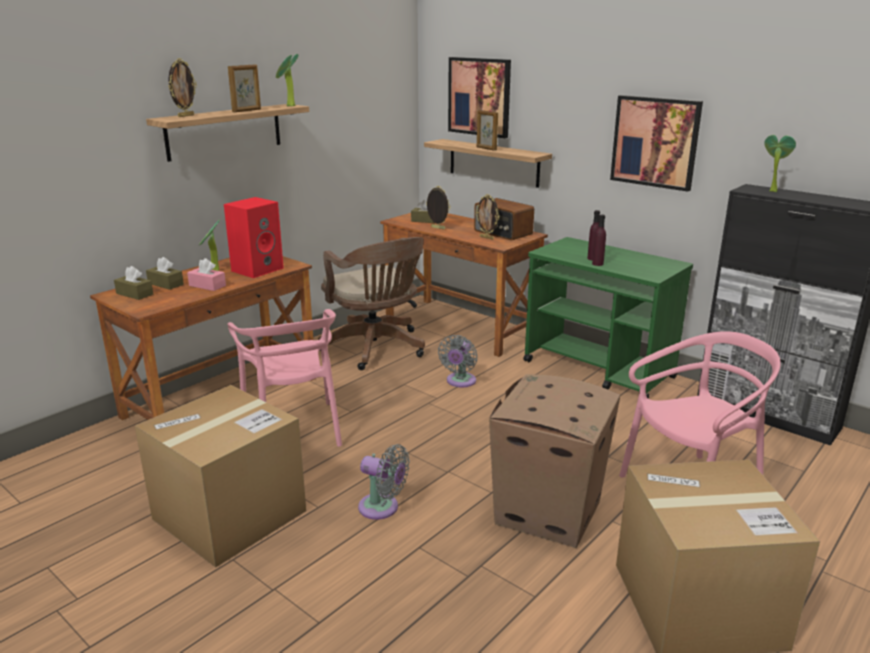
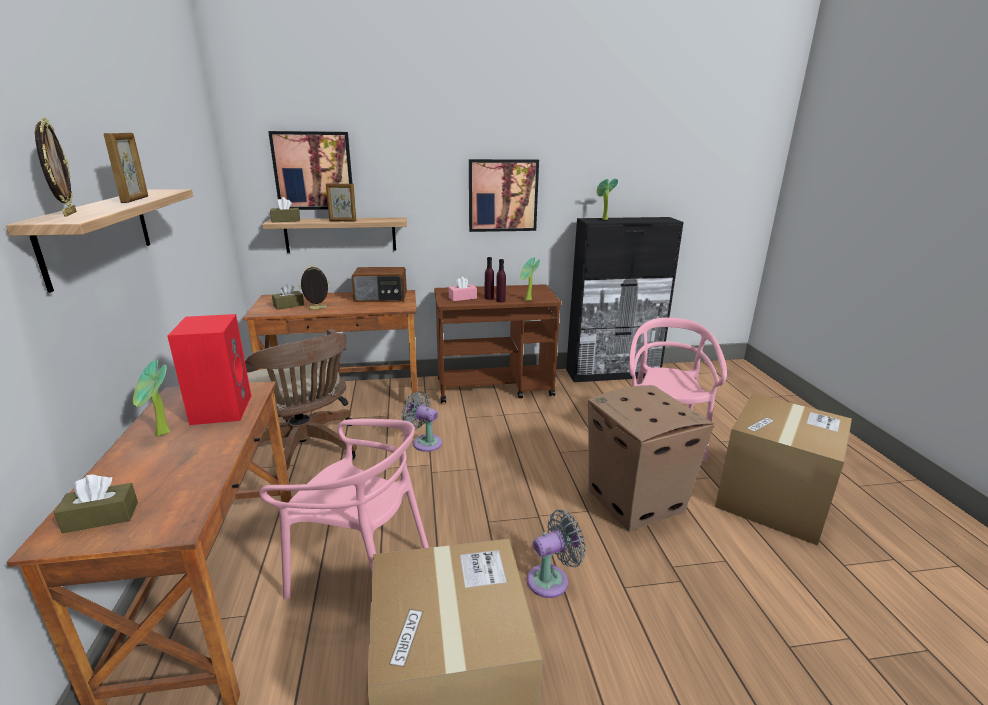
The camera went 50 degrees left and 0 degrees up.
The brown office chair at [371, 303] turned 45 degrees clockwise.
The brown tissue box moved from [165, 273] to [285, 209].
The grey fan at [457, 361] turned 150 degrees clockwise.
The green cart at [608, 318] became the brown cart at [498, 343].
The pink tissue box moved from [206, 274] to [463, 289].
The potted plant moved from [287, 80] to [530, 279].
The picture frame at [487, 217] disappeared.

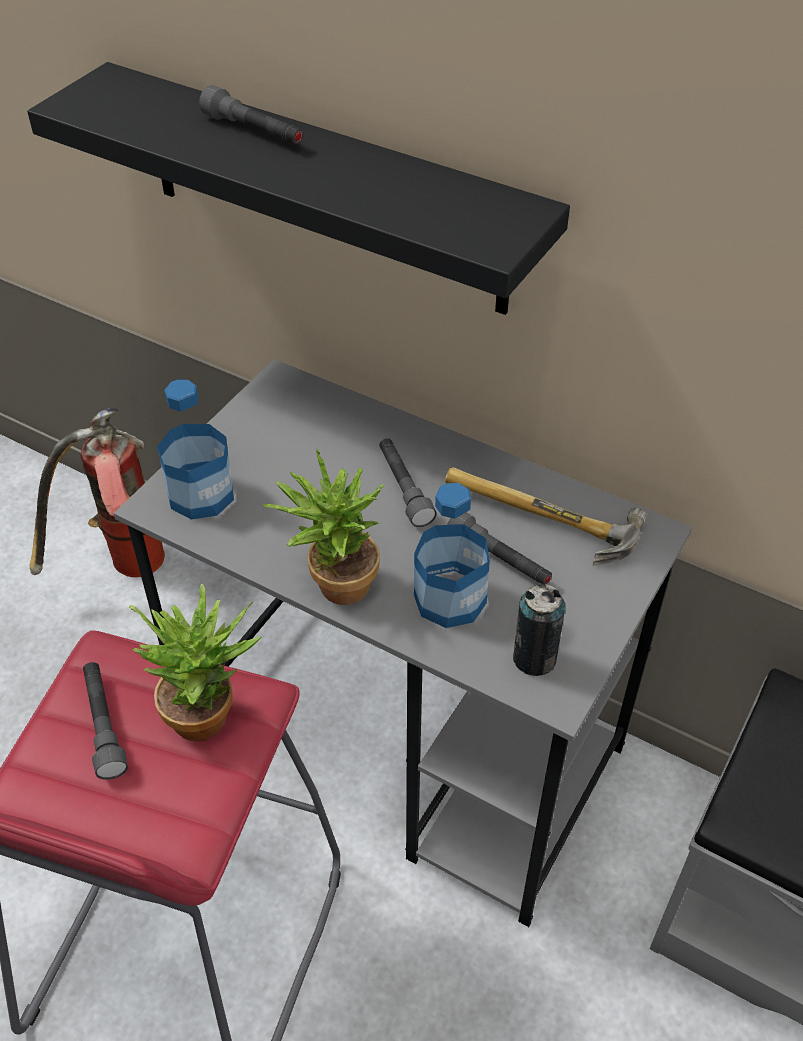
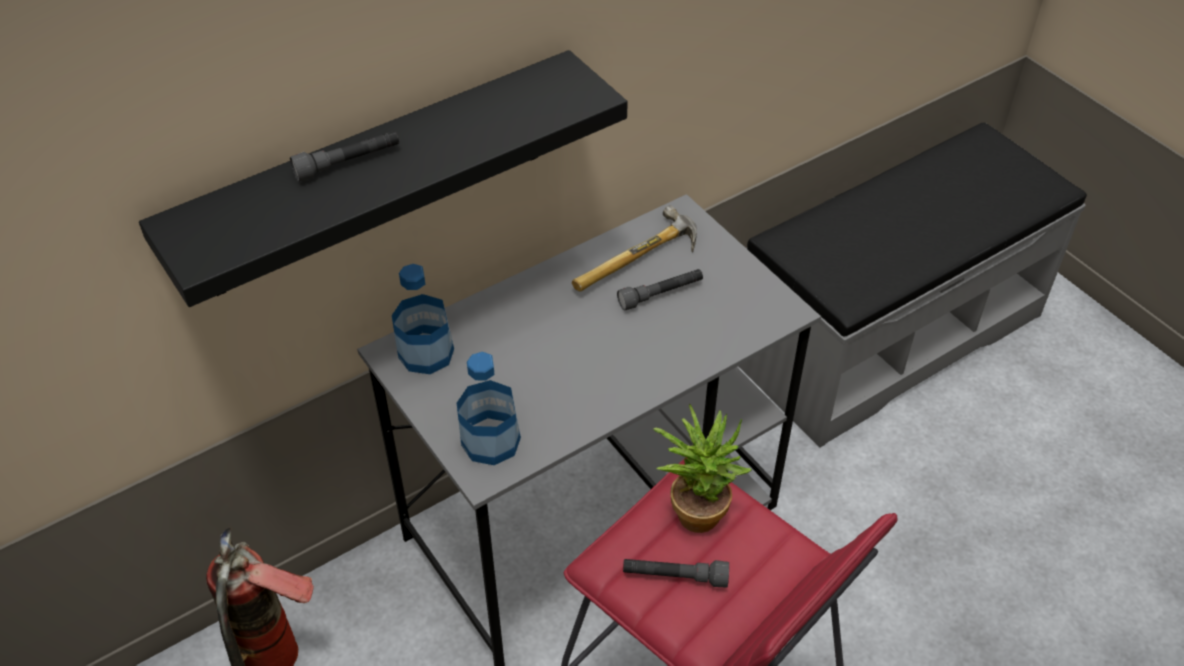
The camera went 65 degrees left and 0 degrees up.
The bottle moved from [452, 555] to [423, 319].
The potted plant at [323, 527] disappeared.
The grey flashlight at [408, 482] disappeared.
The can at [539, 629] disappeared.

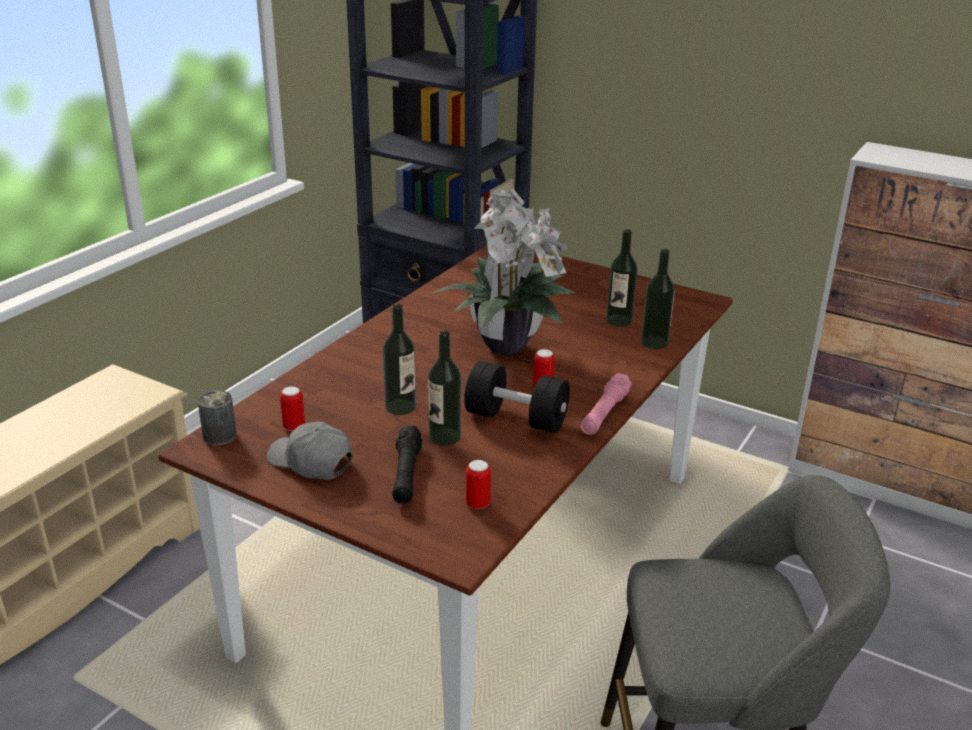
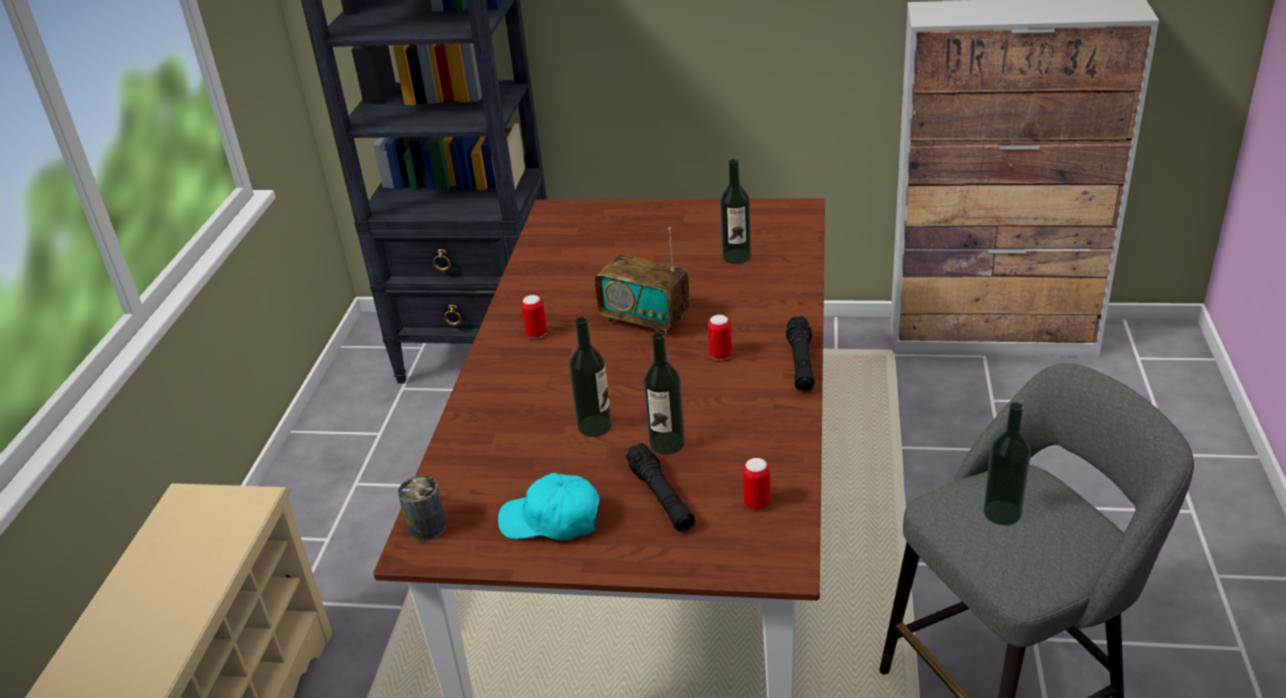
The camera went 20 degrees left and 5 degrees up.
The grey cap at [310, 451] became the turquoise cap at [549, 506].
The can moved from [292, 409] to [534, 317].
The potted plant at [503, 271] was replaced by the radio at [642, 282].
The pink flashlight at [606, 404] became the black flashlight at [800, 354].
The bottle moved from [658, 299] to [1007, 463].
The black dumbbell at [517, 397] disappeared.

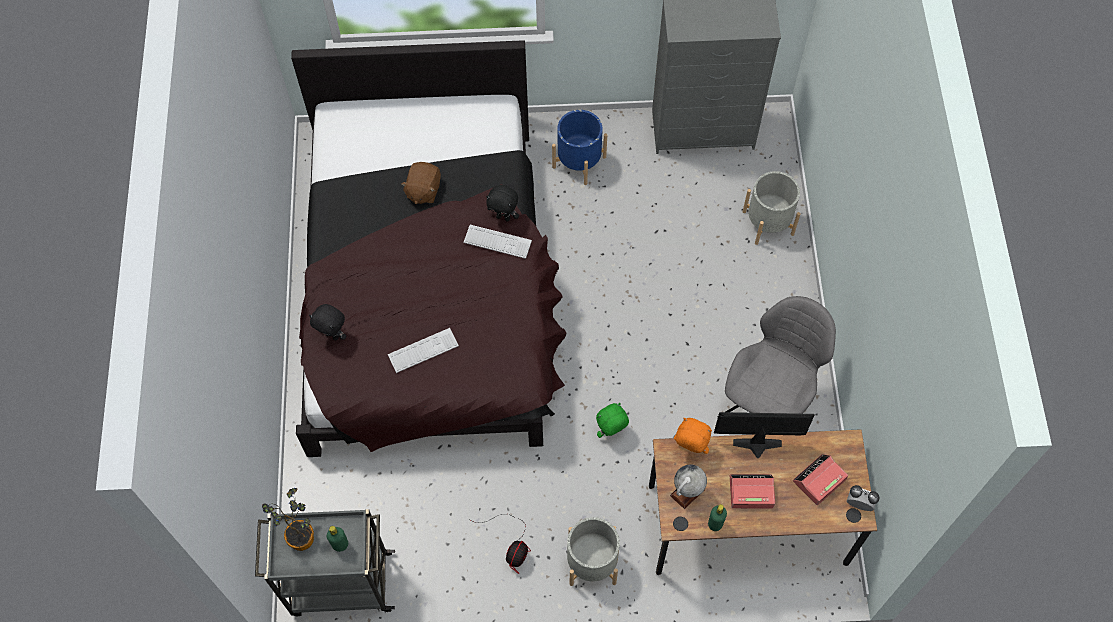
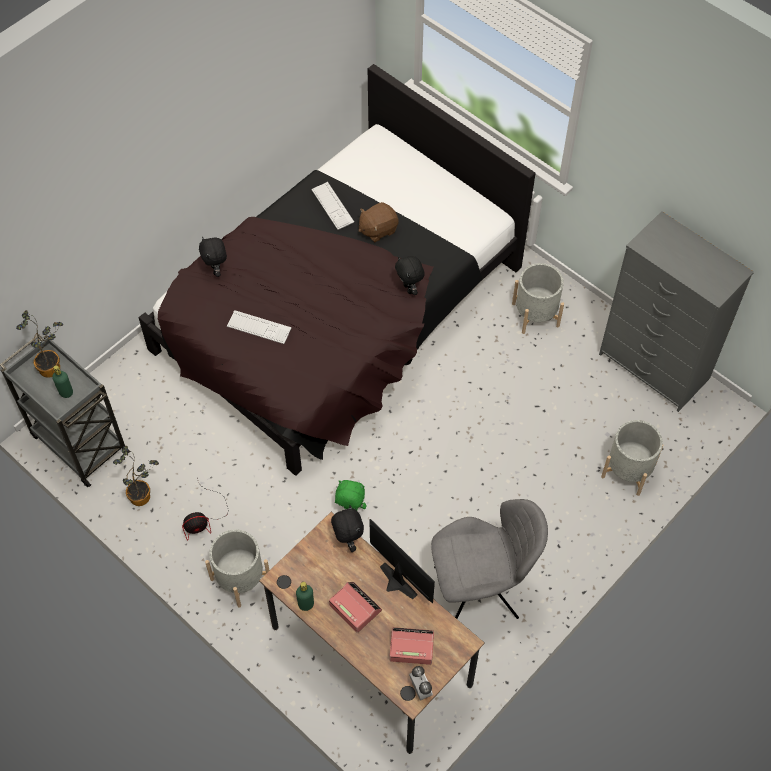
The camera went 45 degrees right and 5 degrees down.
The potted plant at [136, 475] appeared.
The keyboard moved from [498, 242] to [332, 206].
The orange plush toy at [693, 436] became the black plush toy at [347, 529].
The blue planter at [579, 147] became the grey planter at [538, 298].
The globe at [688, 487] disappeared.

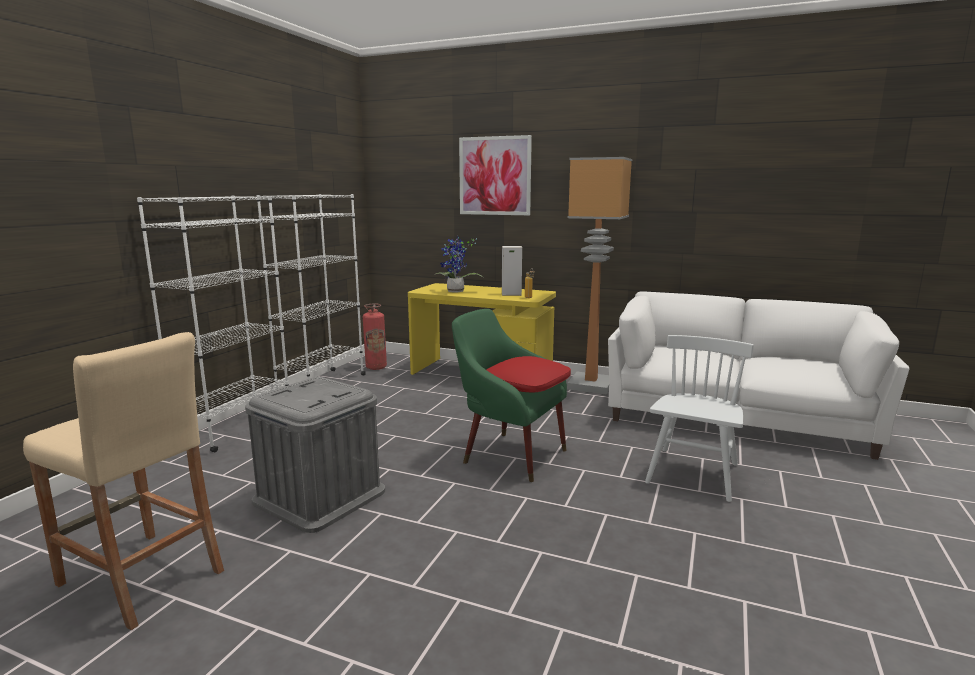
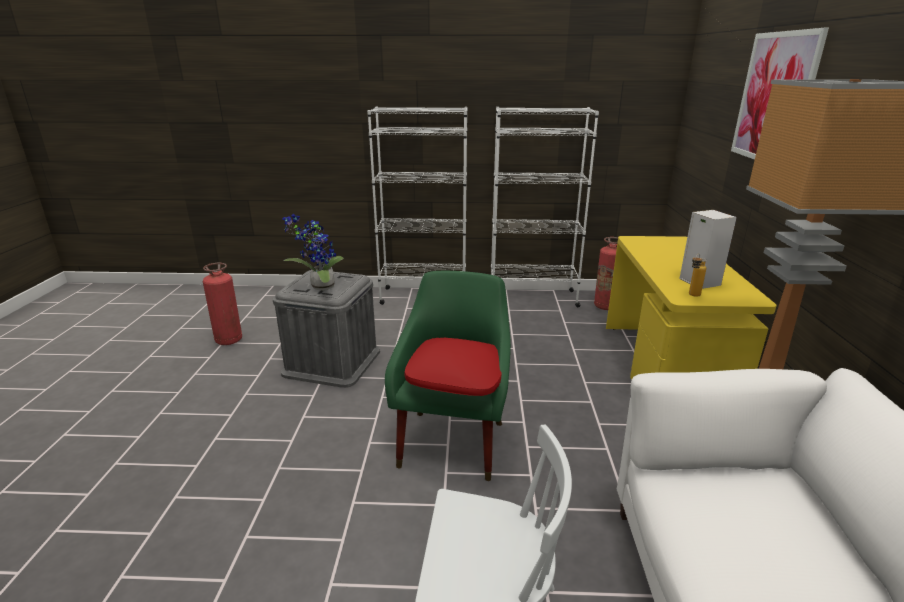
The camera went 70 degrees right and 10 degrees up.
The beige stool at [123, 481] was replaced by the fire extinguisher at [222, 304].
The potted plant moved from [459, 265] to [313, 252].

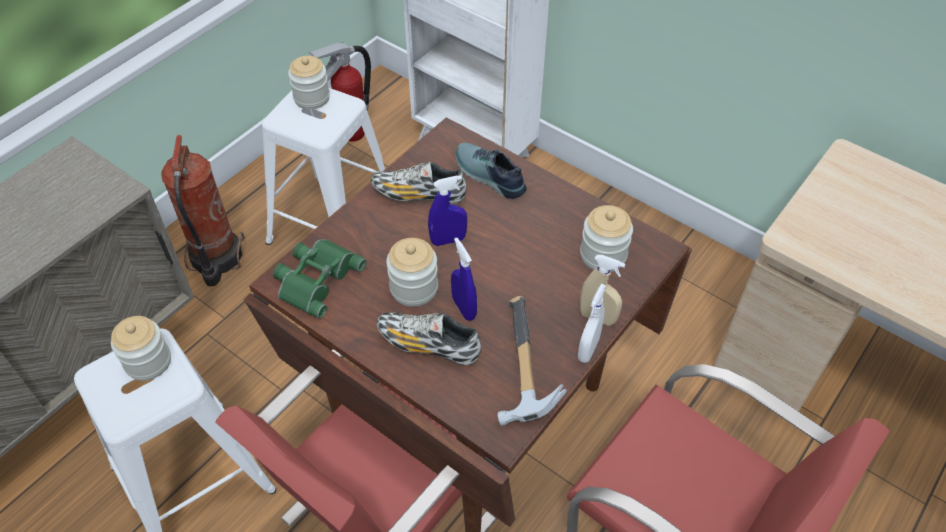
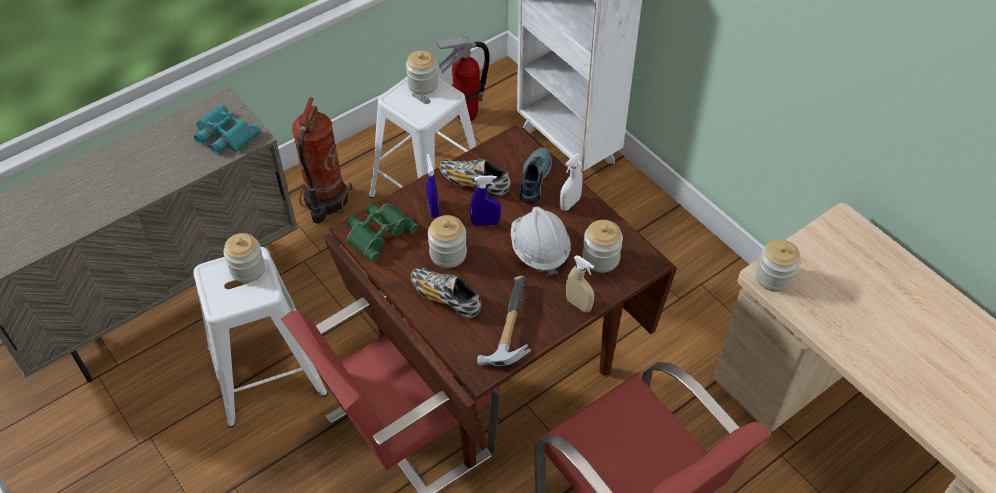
The camera went 15 degrees right and 0 degrees up.
The turquoise binoculars at [227, 129] appeared.
The blue spray bottle moved from [464, 279] to [432, 186].
The white hard hat at [541, 241] appeared.
The shoe at [491, 170] turned 45 degrees clockwise.
The white spray bottle moved from [592, 323] to [571, 182].
The jar at [778, 265] appeared.

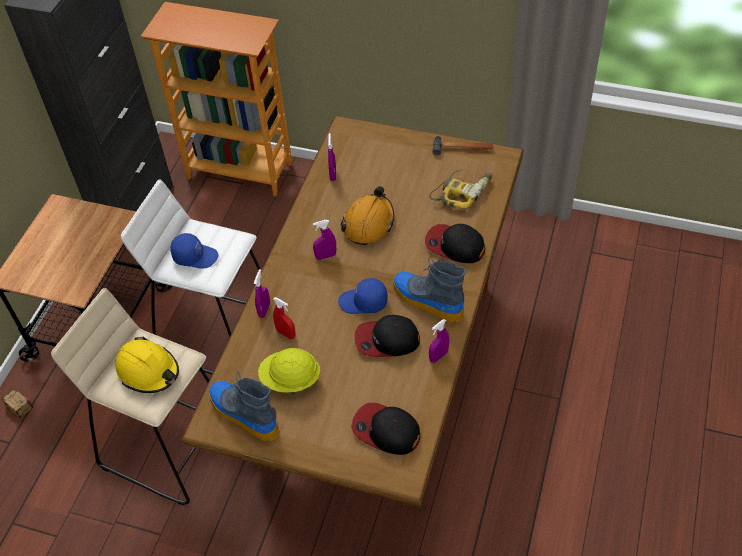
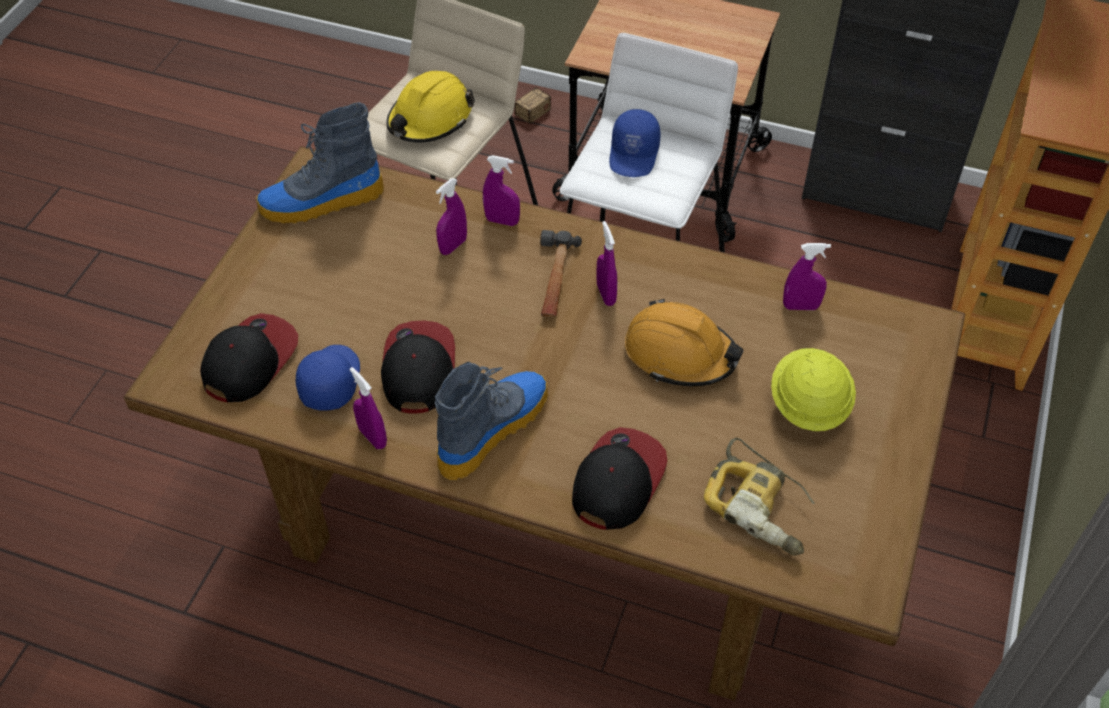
The camera went 90 degrees right and 0 degrees up.
The boot at [244, 406] turned 150 degrees counterclockwise.
The blue cap moved from [363, 296] to [328, 378].
The red spray bottle at [284, 318] became the purple spray bottle at [451, 216].
The hammer moved from [463, 145] to [561, 273].
The yellow hard hat moved from [289, 371] to [813, 389].

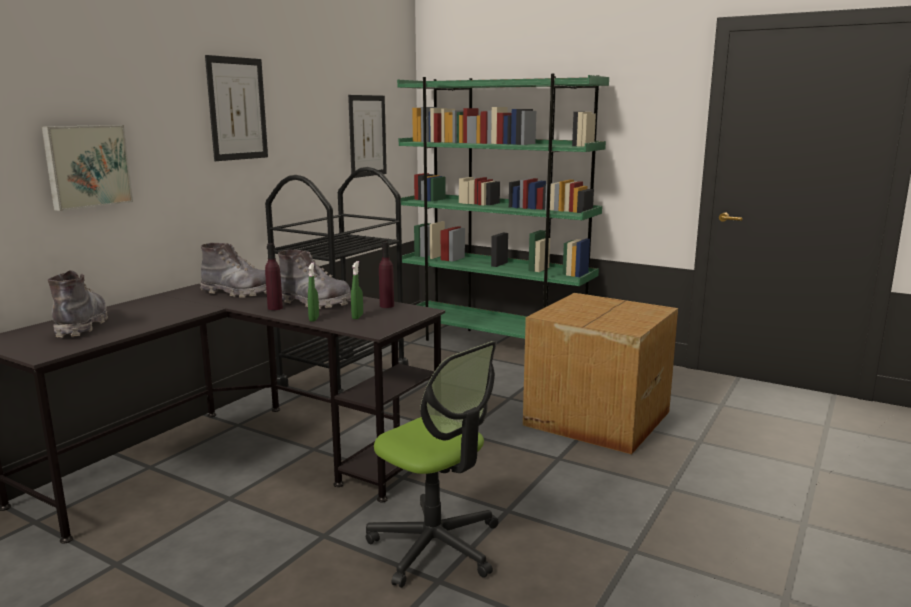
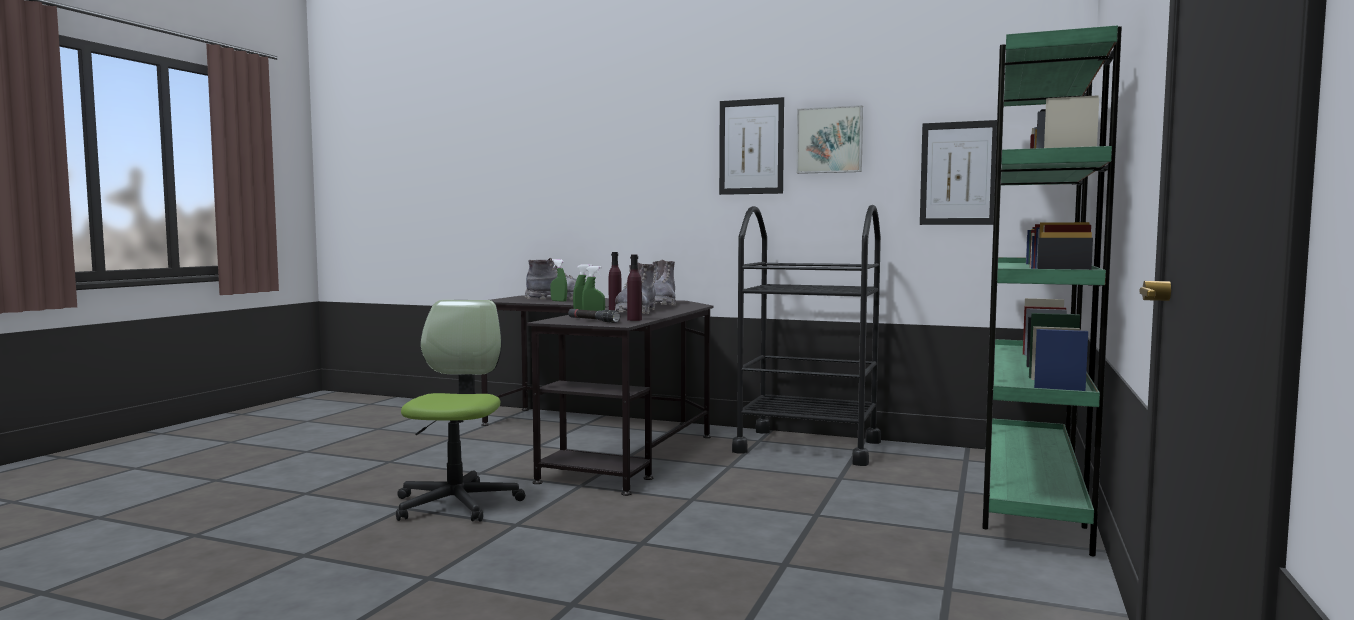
The camera went 80 degrees right and 10 degrees down.
The office chair at [432, 464] turned 150 degrees clockwise.
The green spray bottle at [558, 280] appeared.
The black flashlight at [594, 316] appeared.
The picture moved from [87, 168] to [829, 139].
The cardboard box at [600, 373] disappeared.

